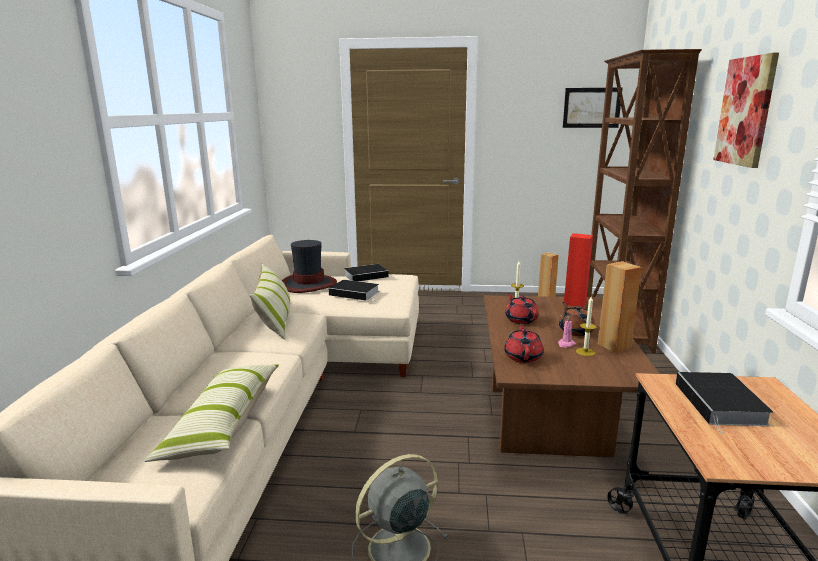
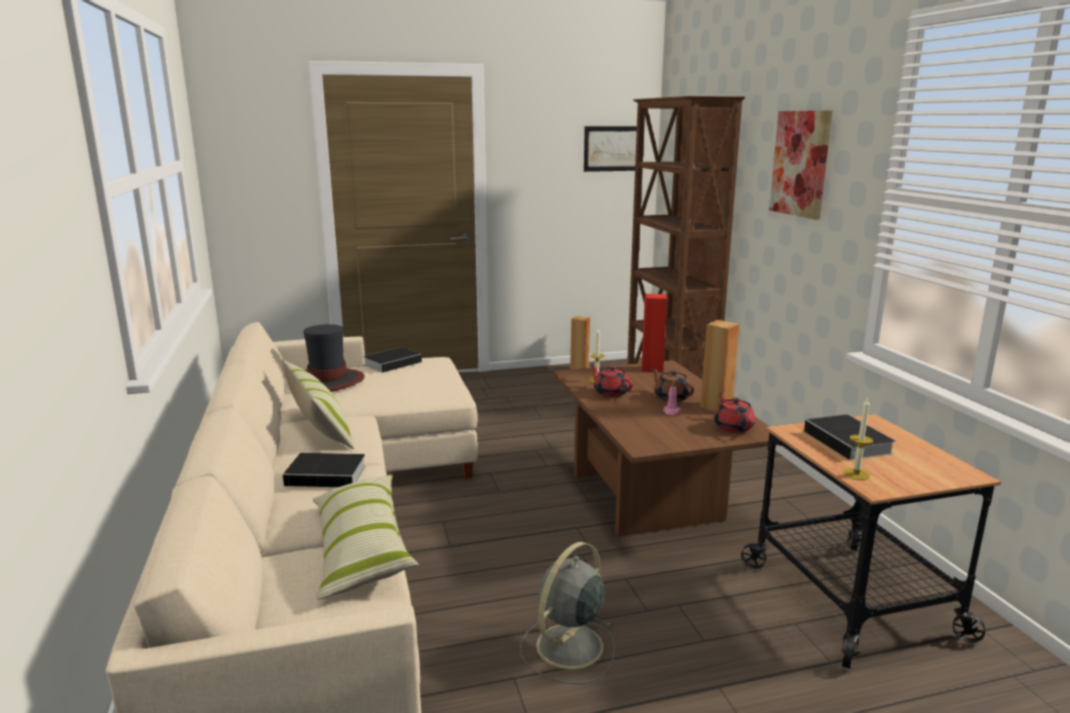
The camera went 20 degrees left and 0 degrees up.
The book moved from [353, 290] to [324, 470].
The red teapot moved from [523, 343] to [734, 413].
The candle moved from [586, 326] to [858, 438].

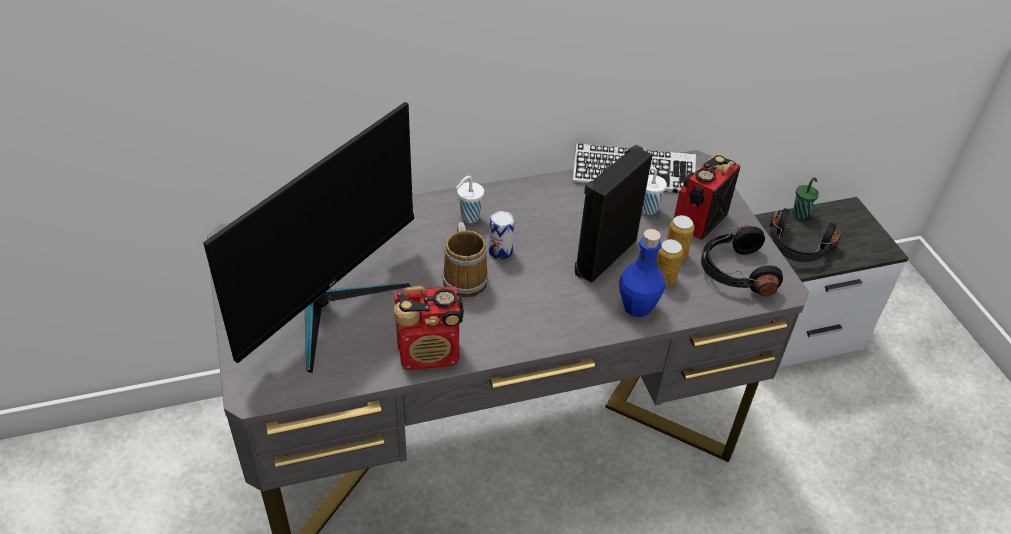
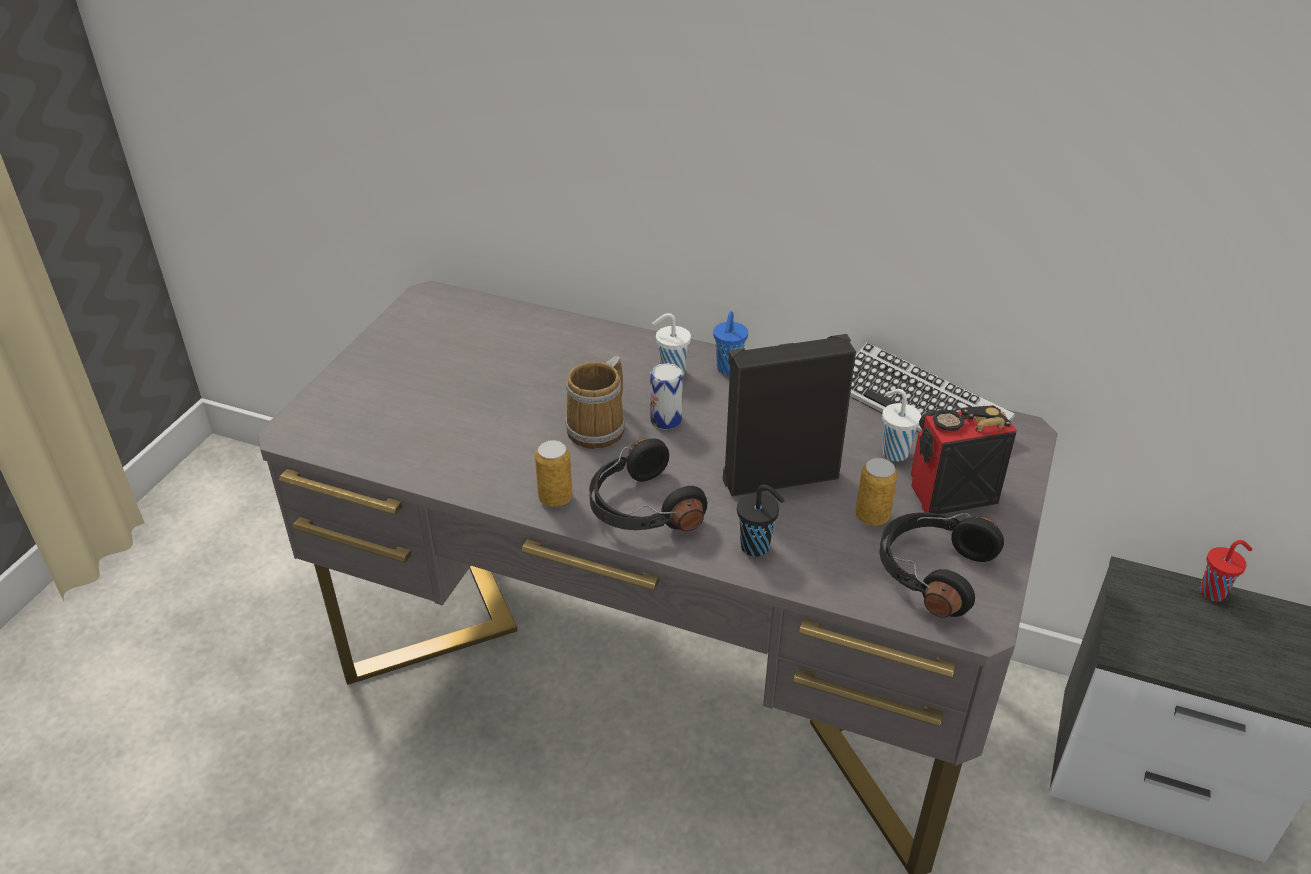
The camera went 40 degrees right and 5 degrees down.
The can moved from [669, 262] to [554, 473].
The black headphones moved from [806, 235] to [648, 484].
The blue cup at [730, 343] appeared.
The blue bottle at [642, 273] was replaced by the black cup at [761, 520].
The green cup at [805, 198] became the red cup at [1226, 571].
The monitor at [308, 237] disappeared.
The radio at [429, 328] disappeared.

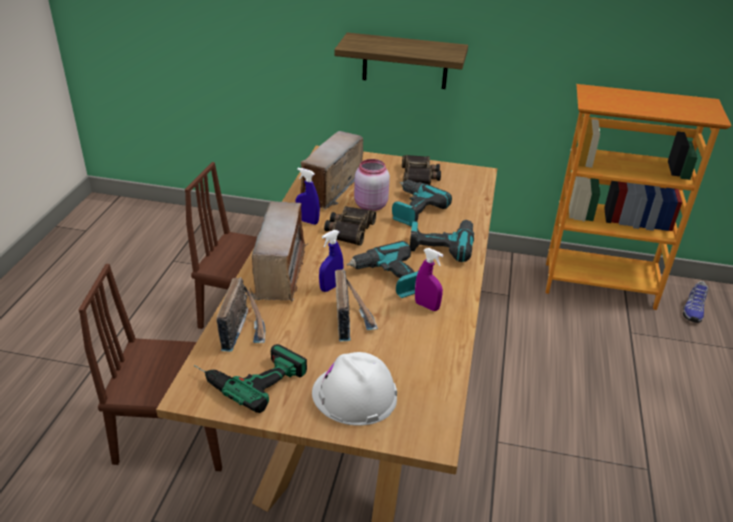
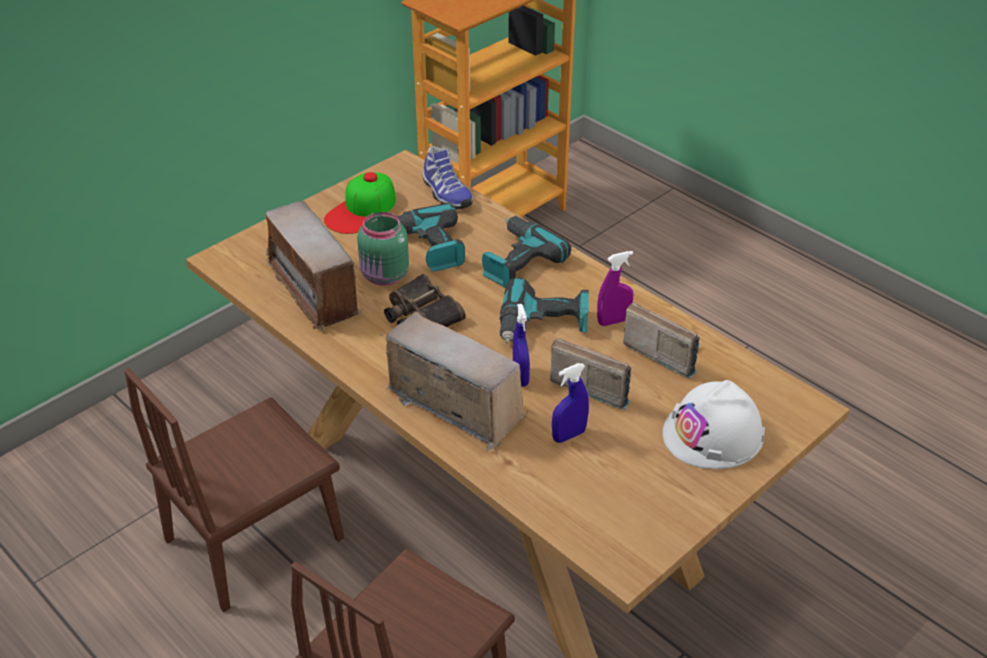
The camera went 55 degrees left and 5 degrees up.
The binoculars at [421, 170] was replaced by the cap at [360, 203].
The pink jar at [372, 185] became the green jar at [383, 249].
The shoe moved from [695, 302] to [448, 178].
The blue spray bottle moved from [307, 196] to [570, 403].
The radio moved from [241, 314] to [662, 340].
The power drill at [250, 378] disappeared.
The shelf at [401, 61] disappeared.

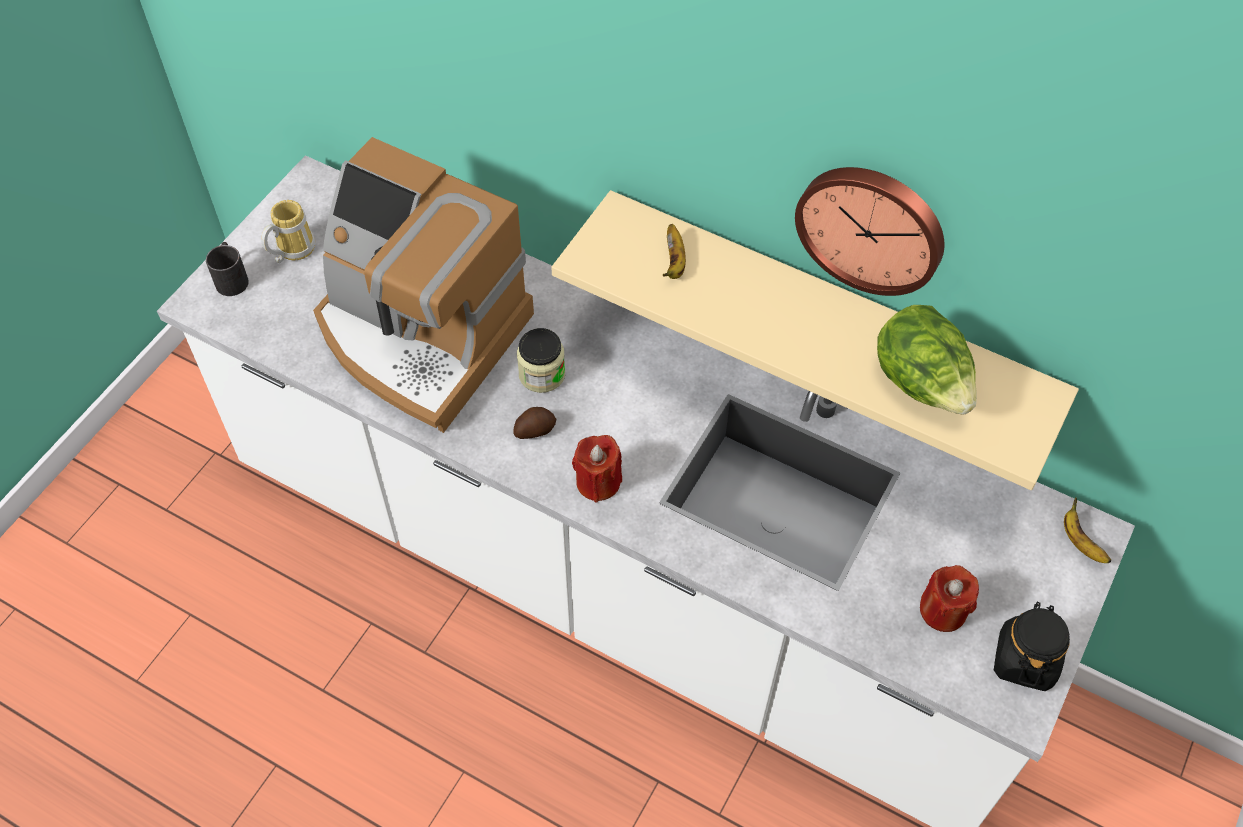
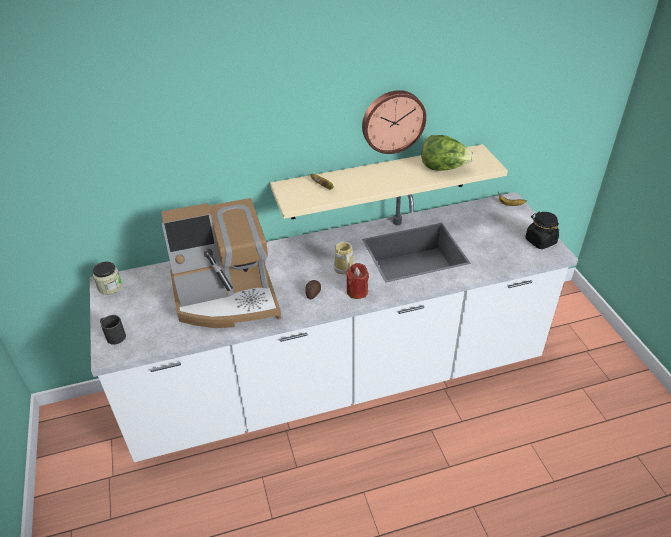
The camera went 45 degrees left and 15 degrees down.
The jar moved from [541, 360] to [107, 278].
The mug moved from [288, 231] to [344, 259].
The red candle at [949, 598] disappeared.

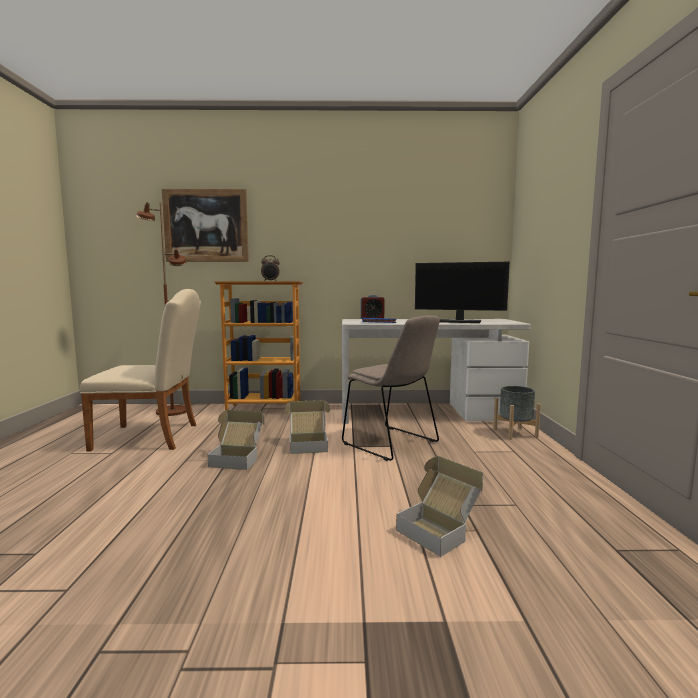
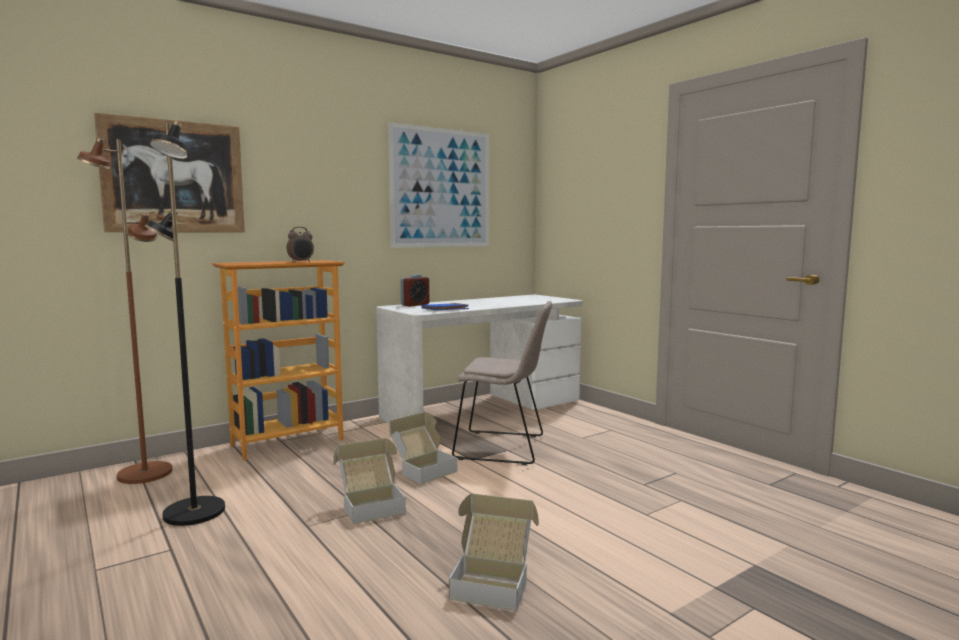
The camera went 35 degrees left and 0 degrees up.
The beige chair at [140, 370] was replaced by the black floor lamp at [184, 323].
The picture at [438, 184] appeared.
The cardboard box moved from [439, 506] to [494, 552].
The monitor at [462, 292] disappeared.
The grey planter at [517, 413] disappeared.

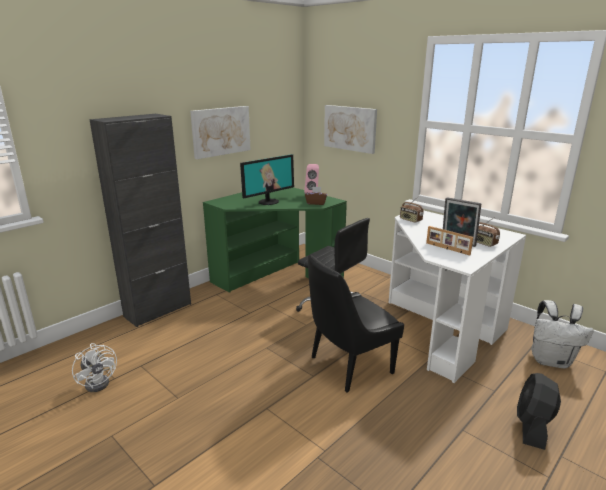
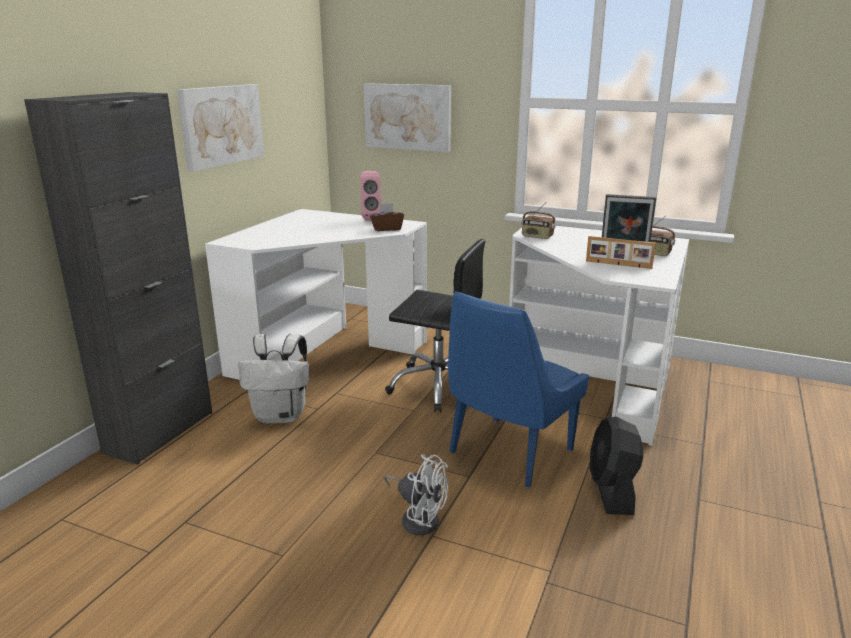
The camera went 20 degrees left and 0 degrees up.
The green desk at [275, 240] became the white desk at [316, 294].
The white backpack moved from [562, 334] to [273, 378].
The white fan moved from [94, 367] to [416, 494].
The black chair at [356, 324] became the blue chair at [518, 389].
The black fan moved from [539, 411] to [616, 465].
The monitor at [267, 179] disappeared.

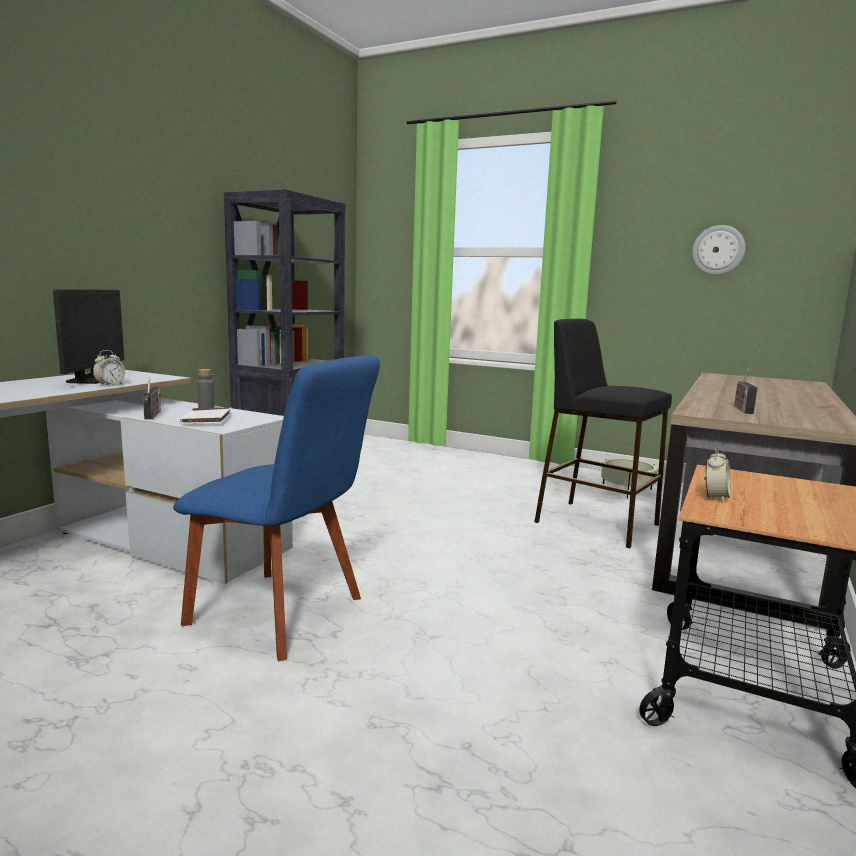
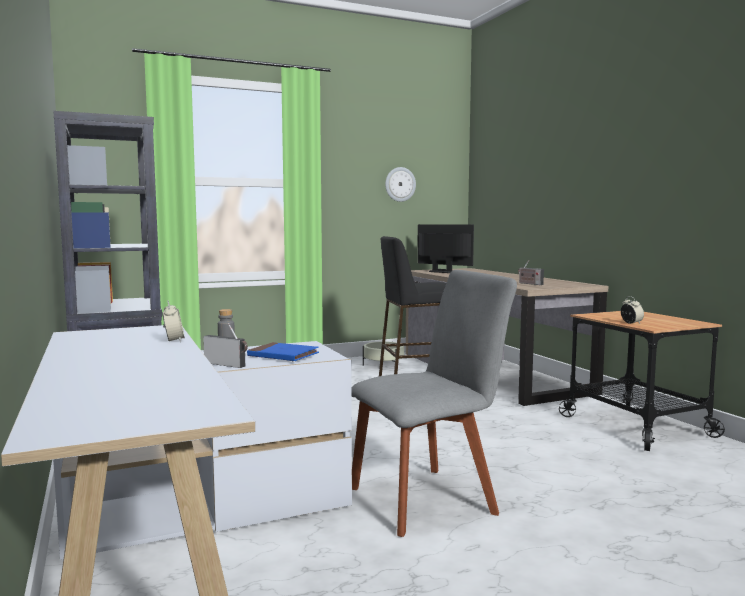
The camera went 50 degrees left and 5 degrees down.
The white book at [205, 415] became the blue book at [283, 351].
The blue chair at [276, 508] became the grey chair at [434, 403].
The monitor moved from [88, 337] to [445, 248].

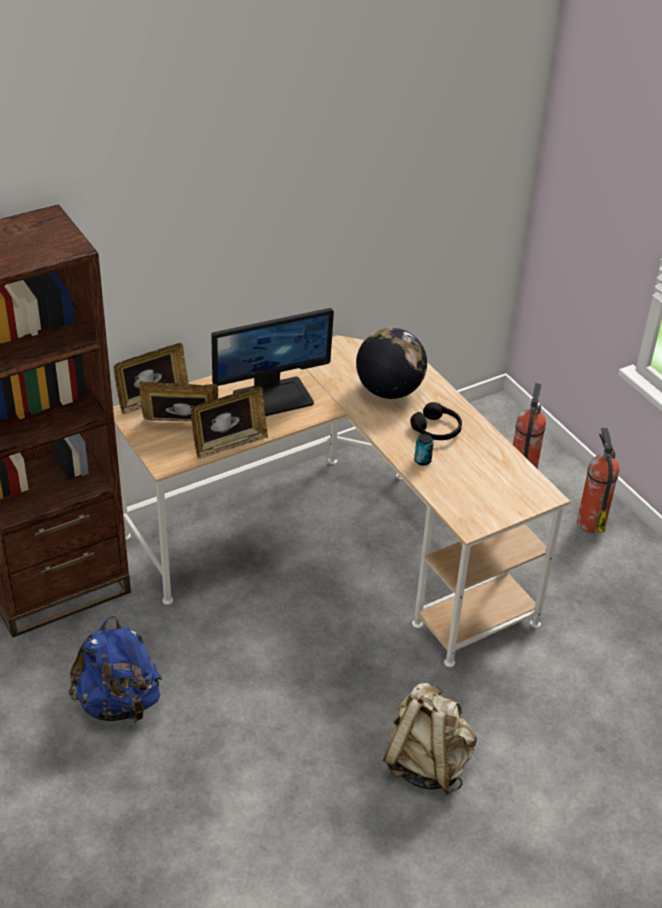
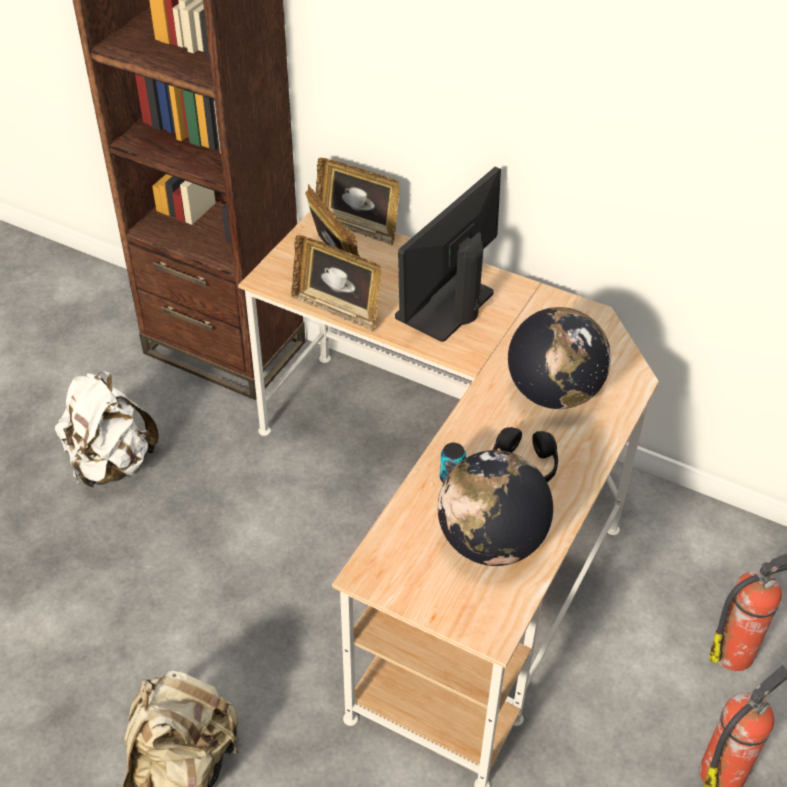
The camera went 60 degrees right and 5 degrees up.
The blue backpack at [115, 670] became the white backpack at [107, 429].
The monitor at [272, 362] turned 90 degrees clockwise.
The globe at [495, 508] appeared.

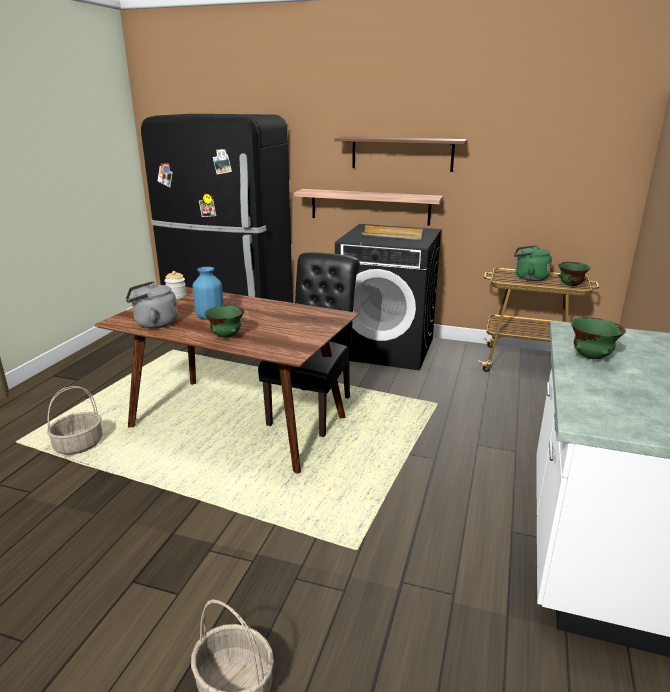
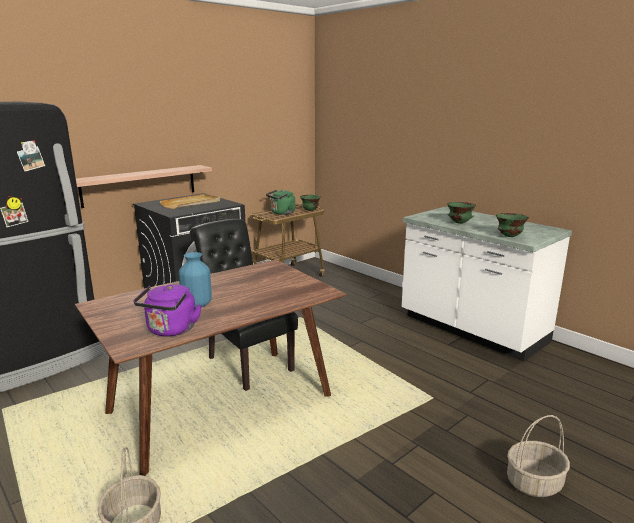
The camera went 60 degrees left and 5 degrees down.
The grey kettle at [152, 304] became the purple kettle at [167, 310].
The green bowl moved from [224, 322] to [512, 225].
The jar at [175, 285] disappeared.
The brown shelf at [401, 154] disappeared.

